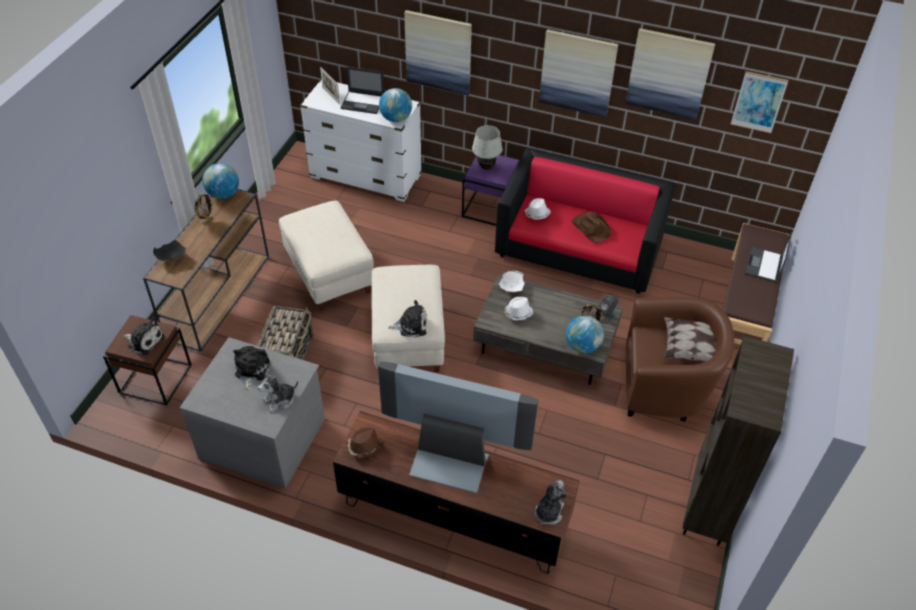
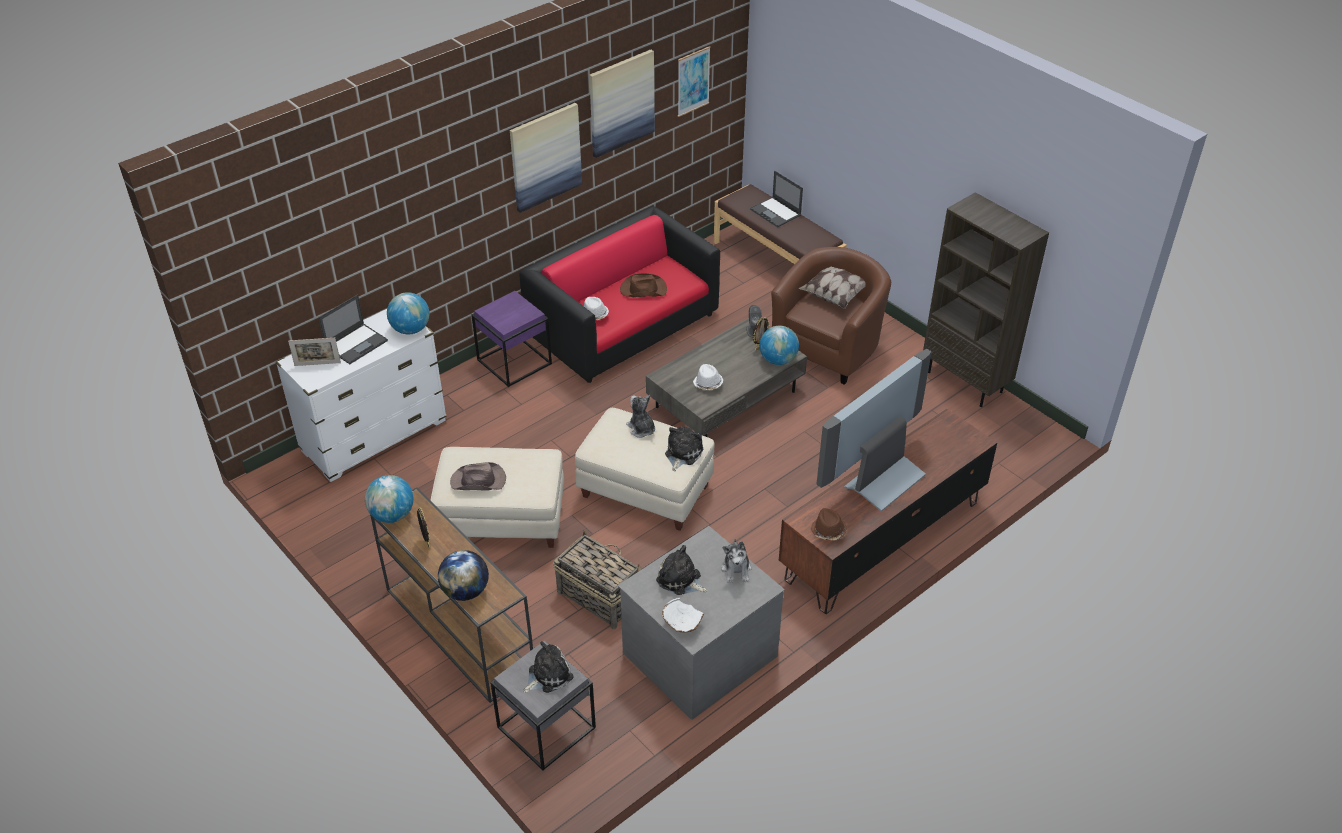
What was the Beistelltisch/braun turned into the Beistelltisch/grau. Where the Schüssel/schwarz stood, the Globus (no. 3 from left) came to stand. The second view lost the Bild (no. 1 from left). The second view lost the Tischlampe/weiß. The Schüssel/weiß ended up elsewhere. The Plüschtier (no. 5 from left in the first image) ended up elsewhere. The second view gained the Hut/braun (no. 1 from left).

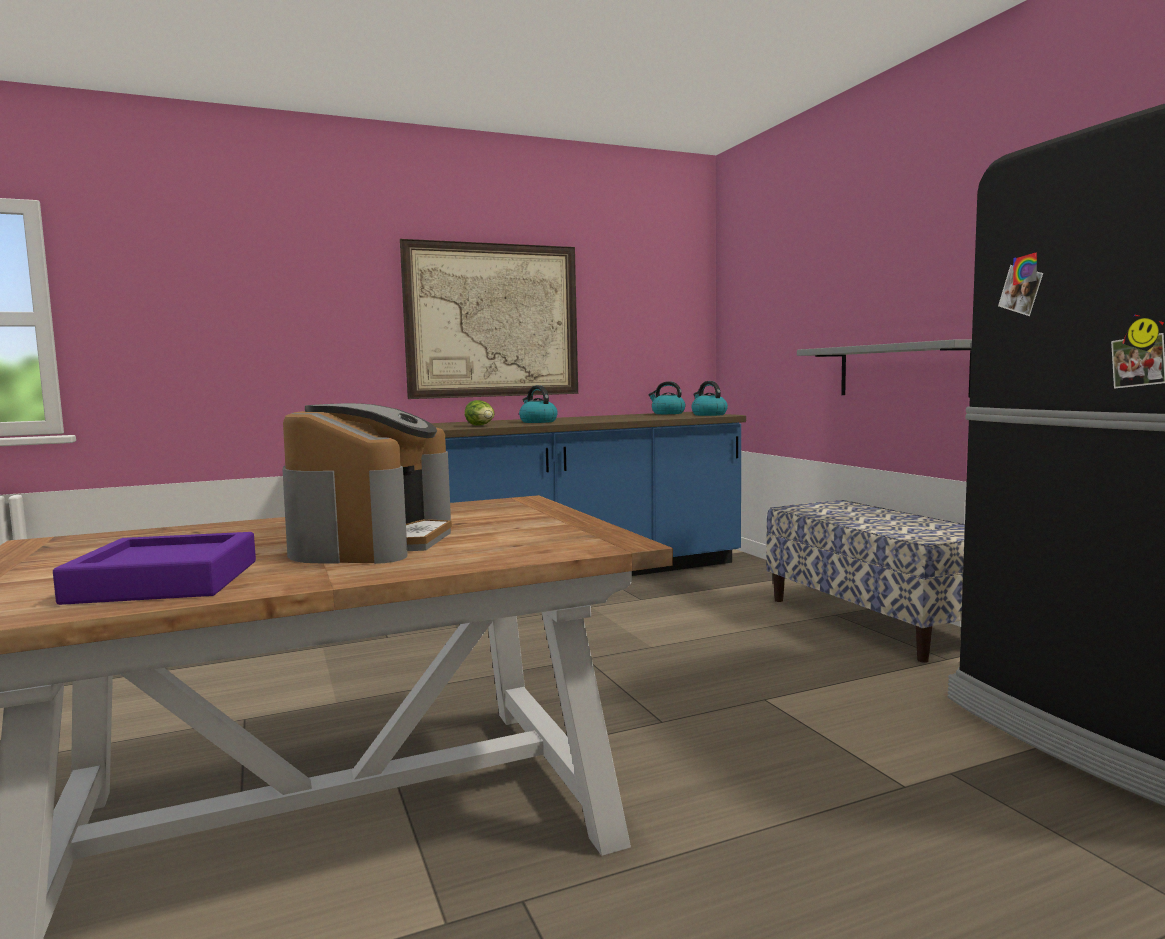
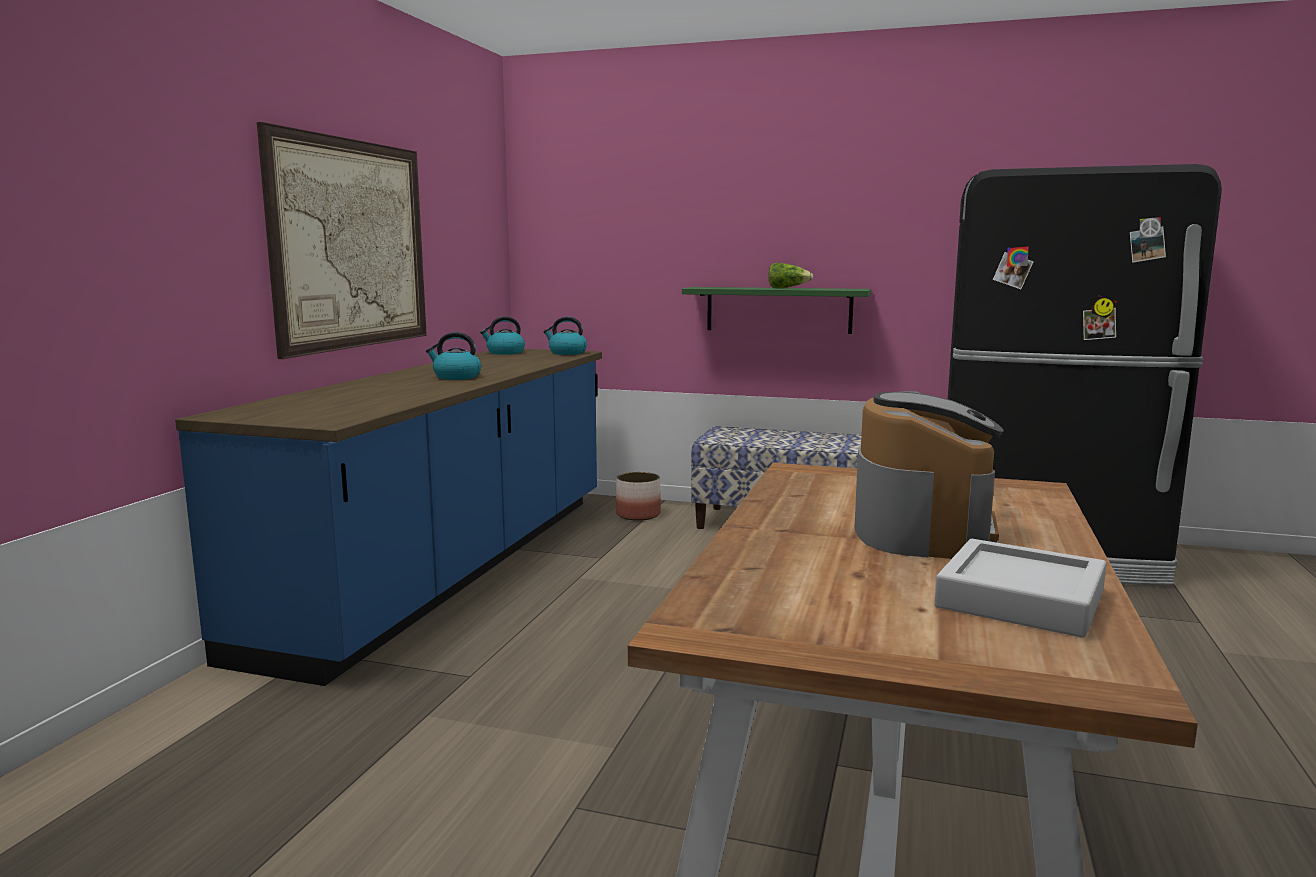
What was the Tablett/lila turned into the Tablett/grau. The Kaffeemaschine ended up facing another way, 60 degrees clockwise from before. The Salatkopf ended up elsewhere. What was the Wandregal/grau turned into the Wandregal/grün. The second view gained the Pflanzkübel.

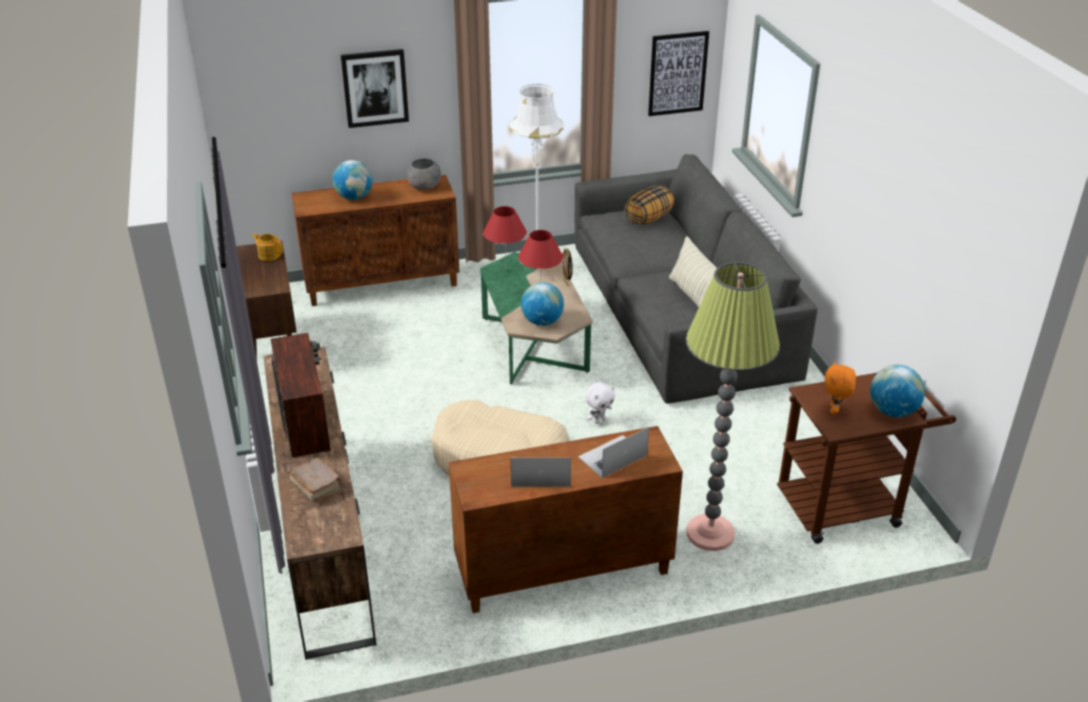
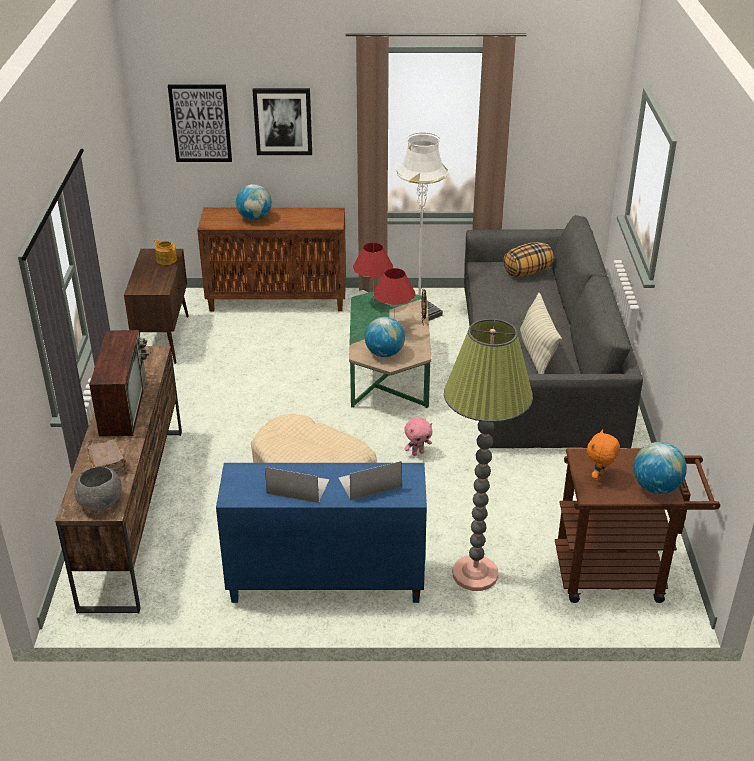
The Schüssel/grau ended up elsewhere. What was the Schrank/braun (no. 3 from left) turned into the Schrank/blau. What was the Plüschtier/weiß turned into the Plüschtier/rosa. The Bild (no. 2 from left in the first image) ended up elsewhere.

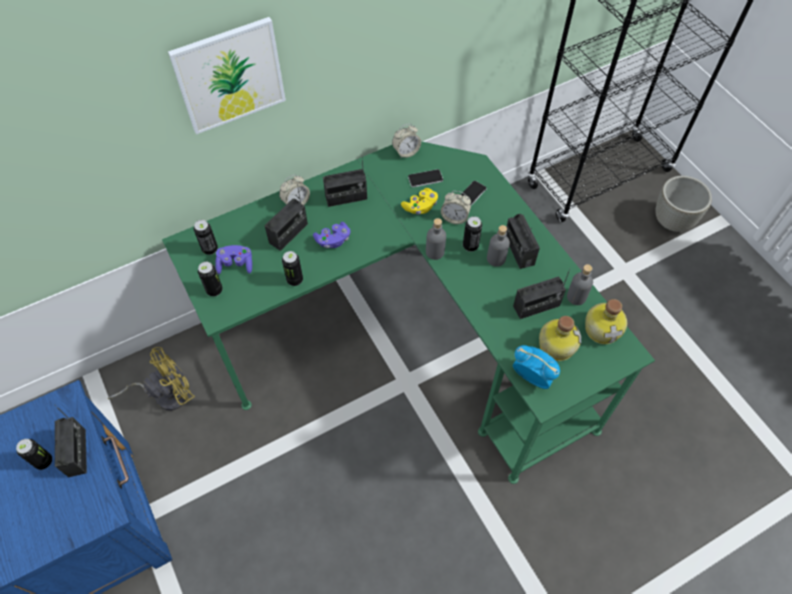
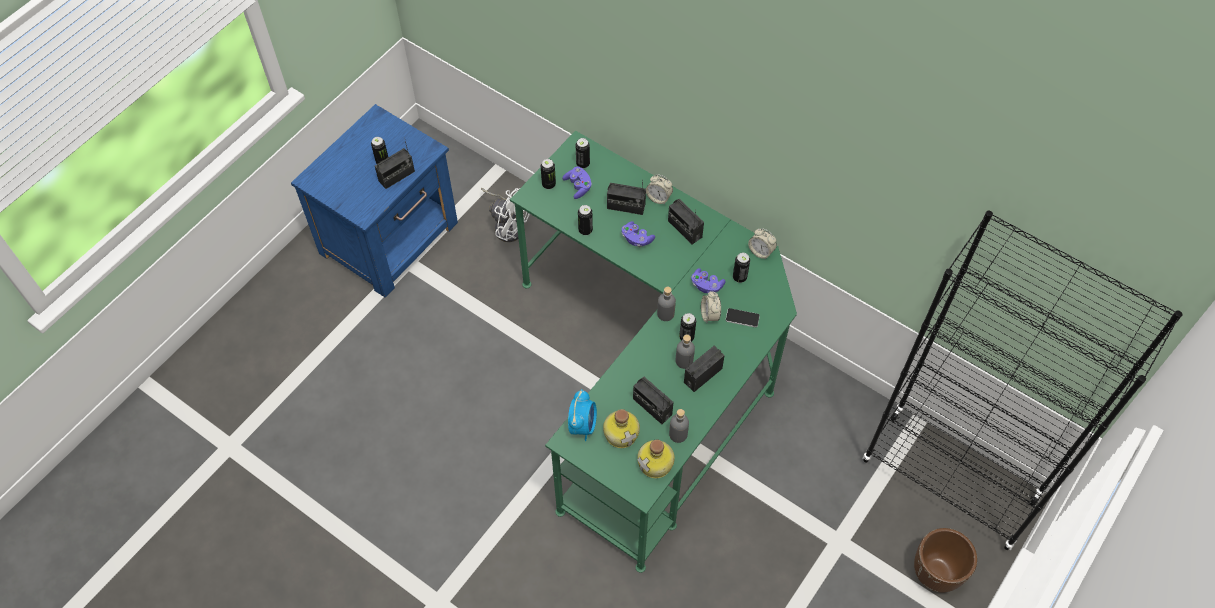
What was the Ventilator/gelb turned into the Ventilator/weiß. The second view lost the Bild. What was the Gamepad/gelb turned into the Gamepad/lila (no. 3 from left). Where the Handy (no. 1 from left) stood, the Dose (no. 6 from left) came to stand. What was the Pflanzkübel/grau turned into the Pflanzkübel/braun.

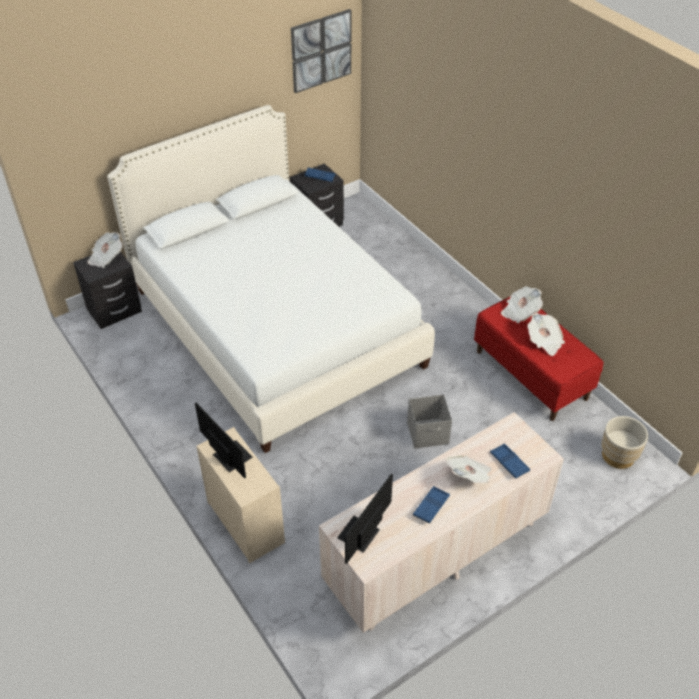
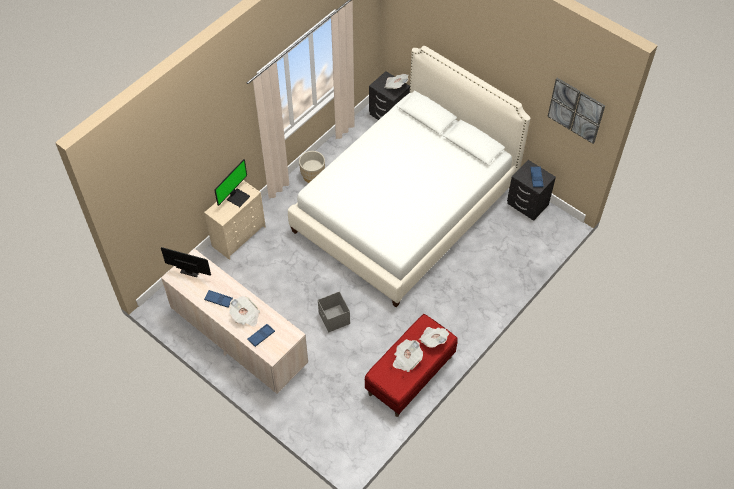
The Pflanzkübel/beige ended up elsewhere.

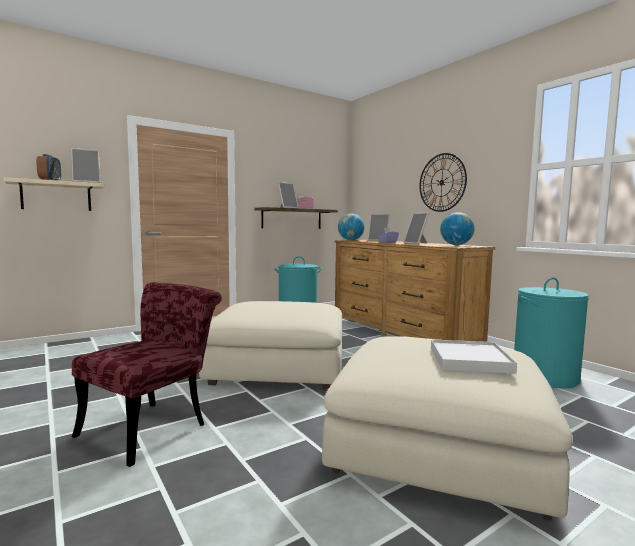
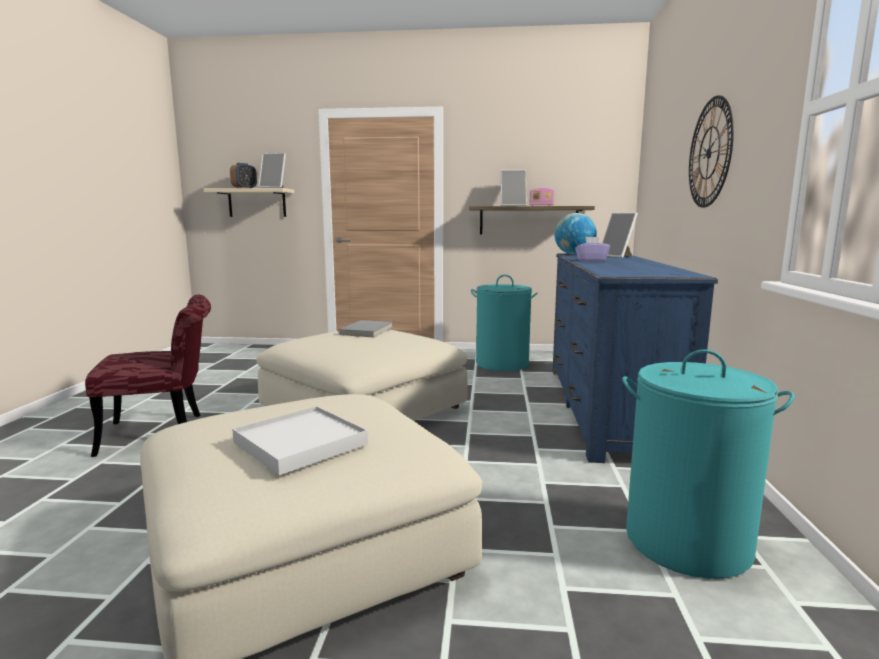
What was the Kommode/braun turned into the Kommode/blau. The second view lost the Bilderrahmen (no. 4 from left). The second view lost the Globus (no. 2 from left). The second view gained the Buch/grau.

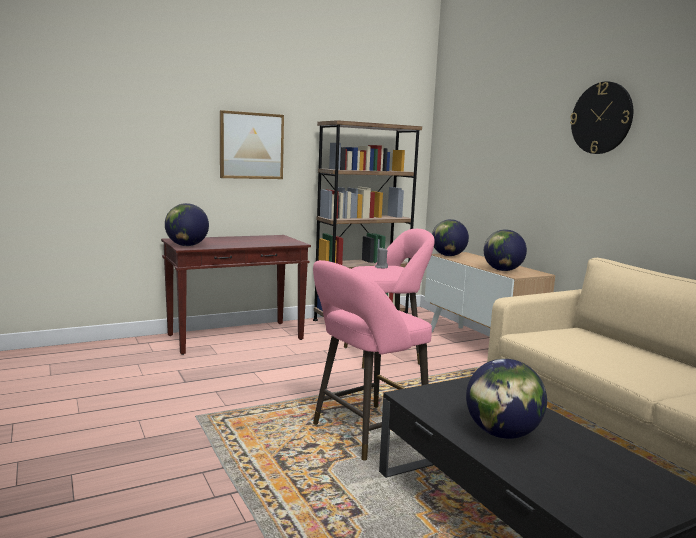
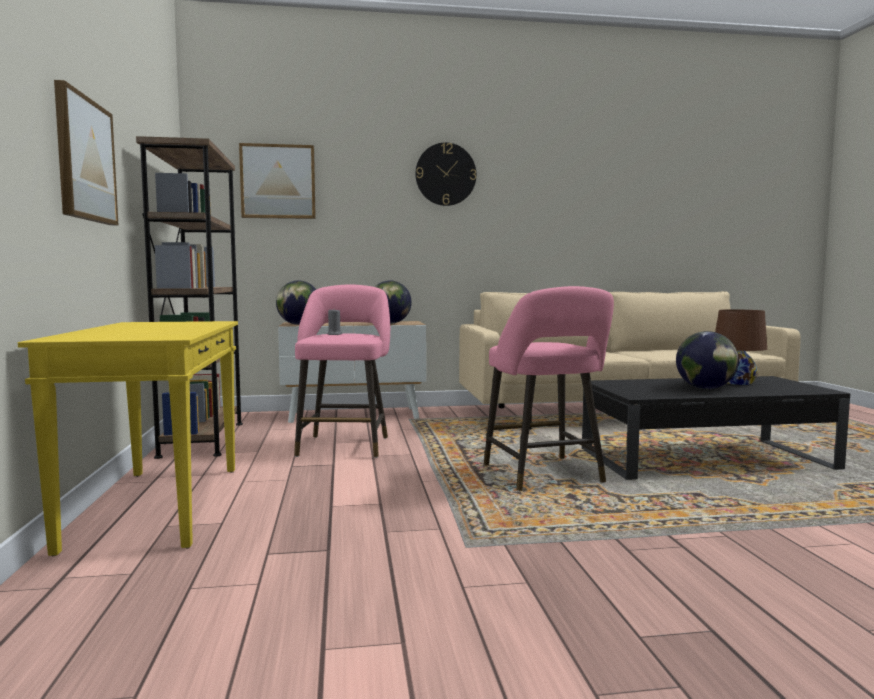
What was the Konsolentisch/braun turned into the Konsolentisch/gelb. The second view lost the Globus (no. 1 from left). The second view gained the Bild (no. 2 from left). The second view gained the Tischlampe/braun.

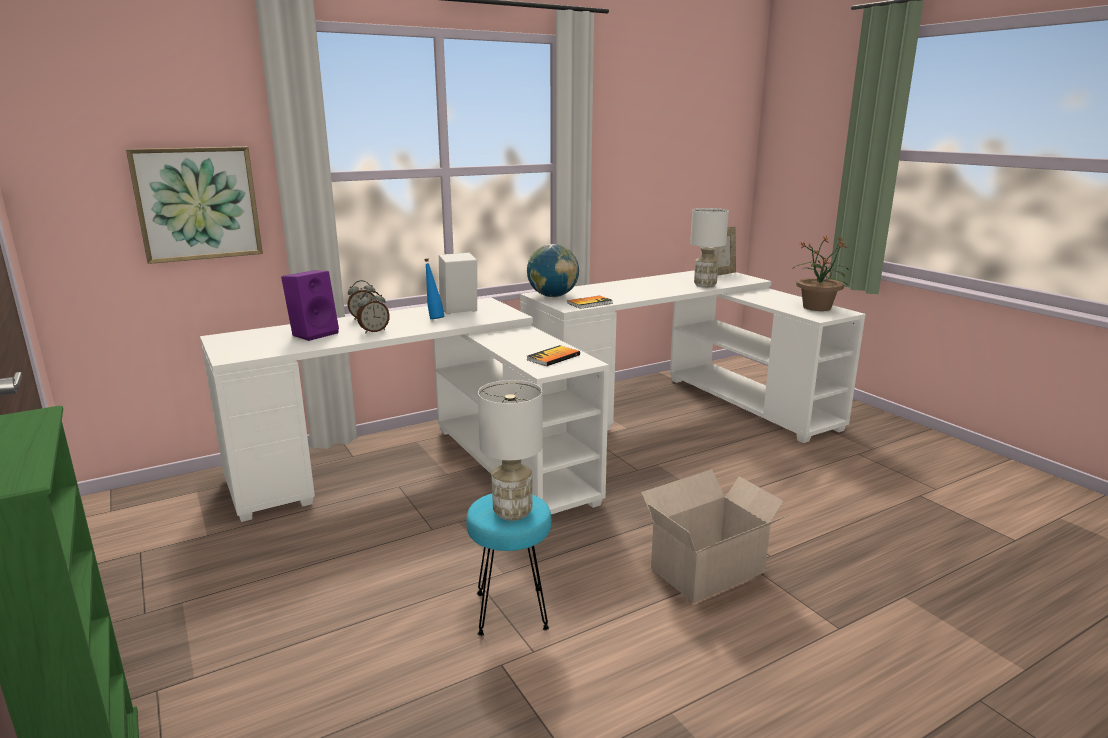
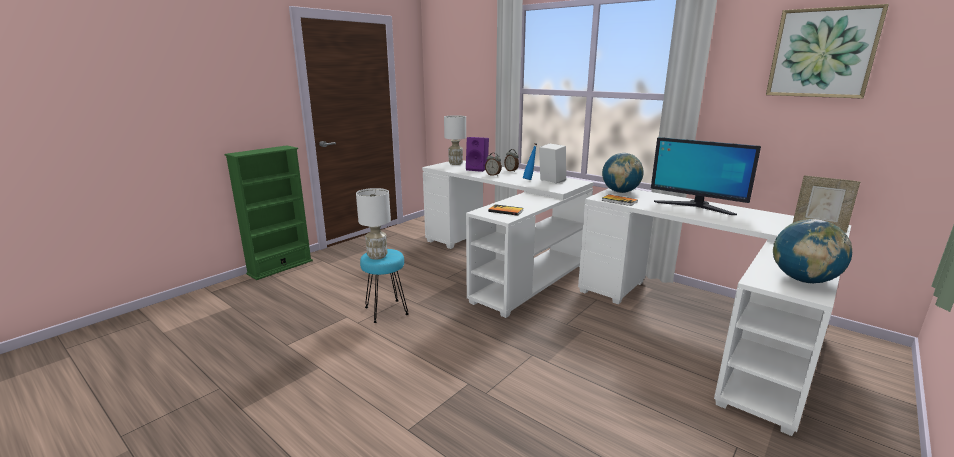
The Bild ended up elsewhere. The second view lost the Karton. The Tischlampe/weiß (no. 2 from left) ended up elsewhere. Where the Topfpflanze stood, the Globus (no. 2 from left) came to stand. The second view gained the Monitor.

